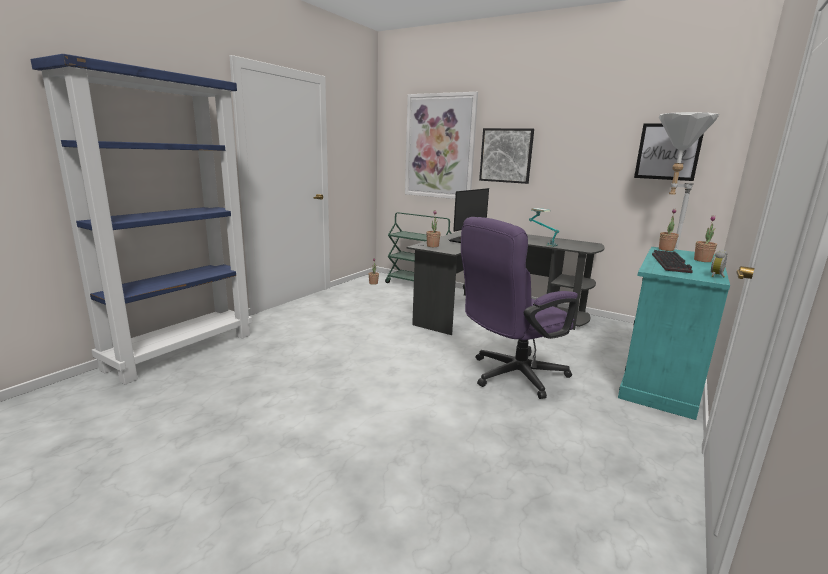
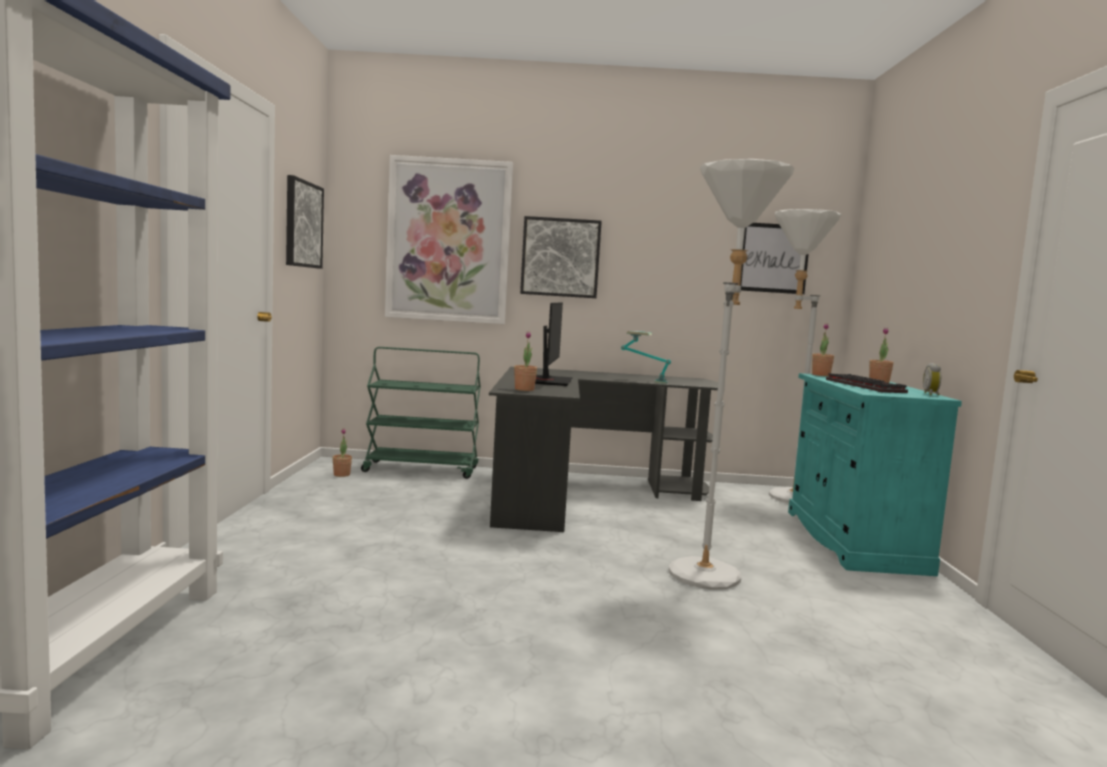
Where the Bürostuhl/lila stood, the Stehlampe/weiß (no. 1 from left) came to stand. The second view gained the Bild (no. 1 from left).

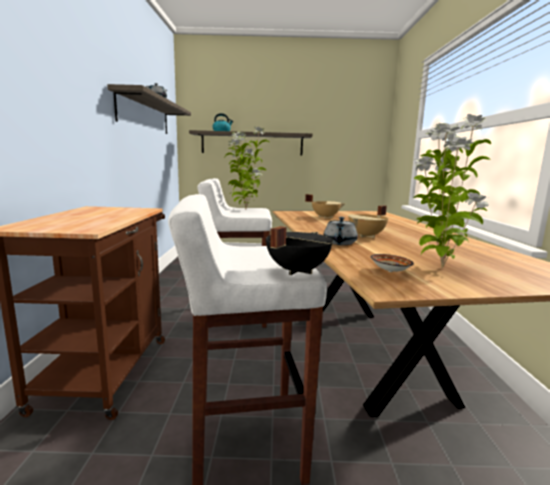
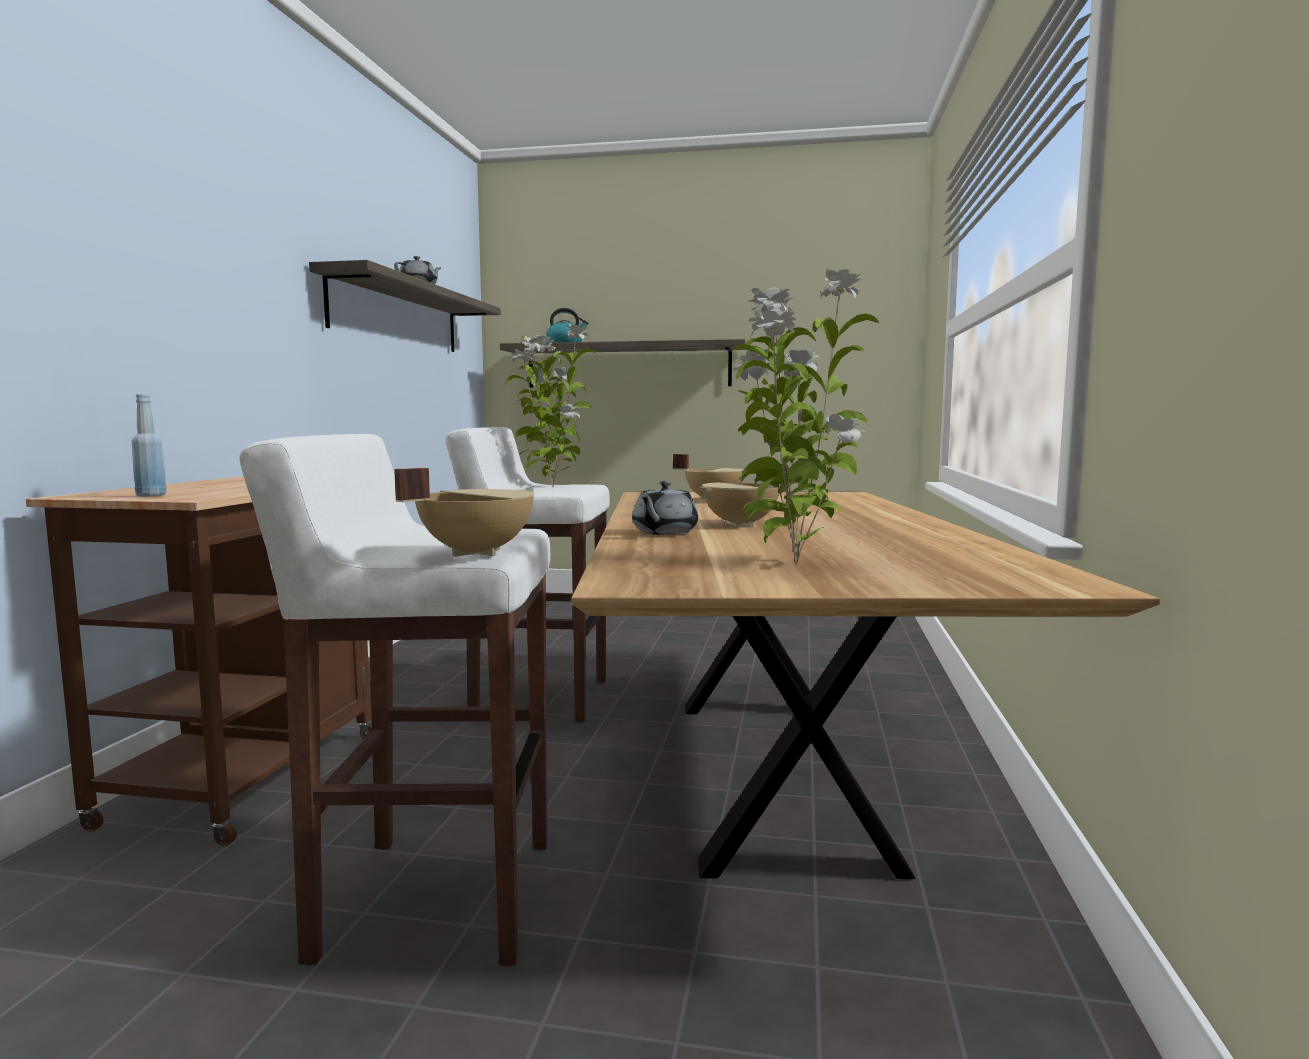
What was the Kochtopf/schwarz turned into the Kochtopf/beige (no. 1 from left). The second view lost the Schüssel. The second view gained the Flasche/blau.

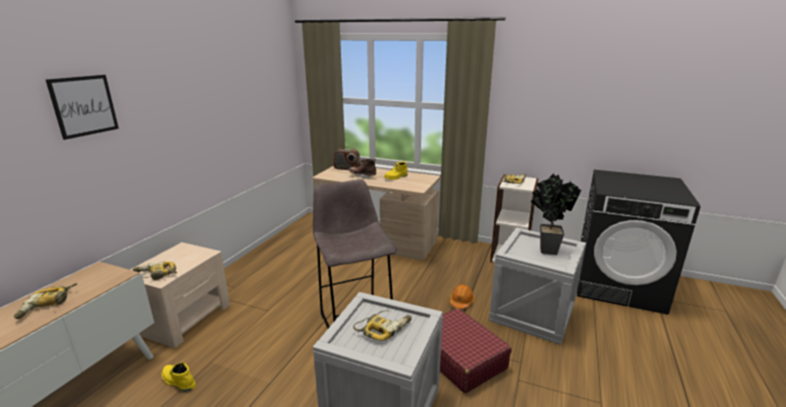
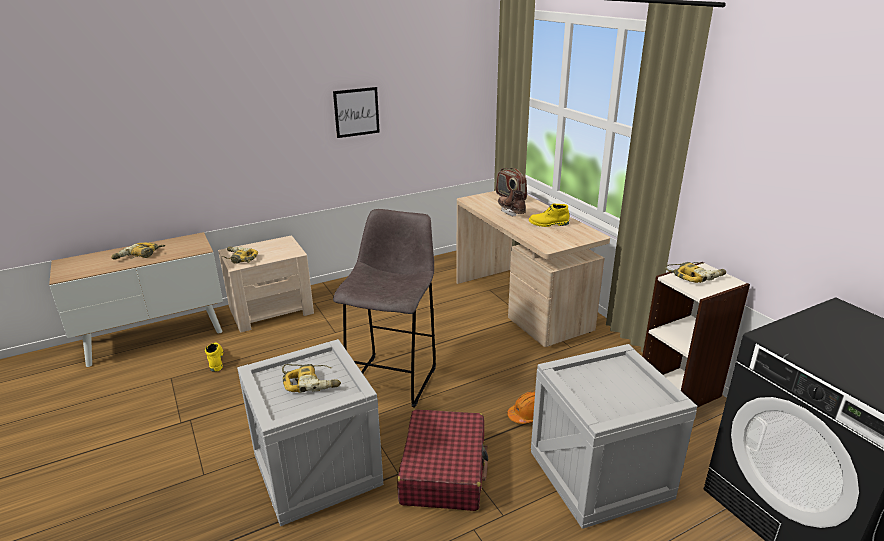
The Bild ended up elsewhere. The second view lost the Topfpflanze.

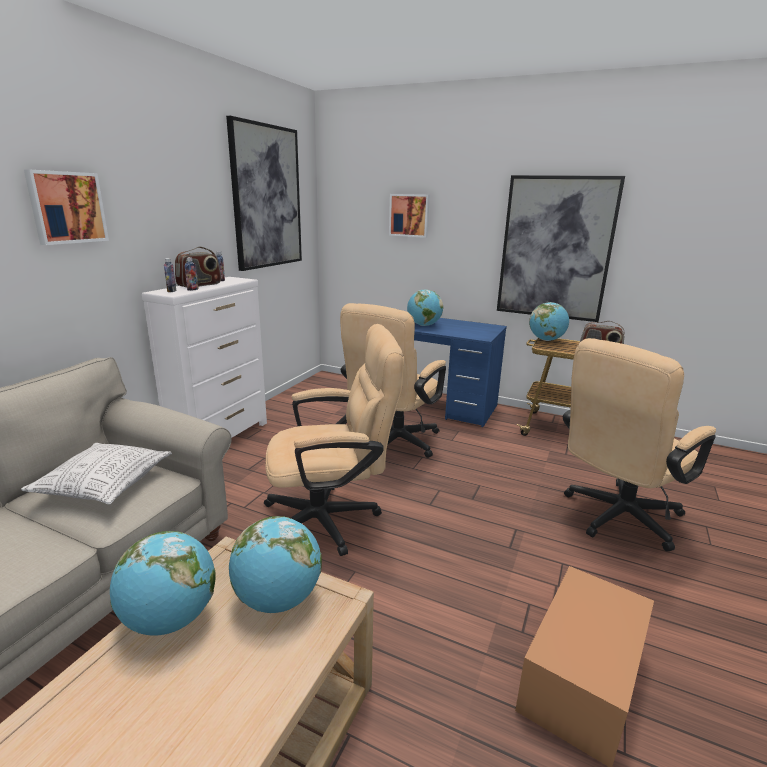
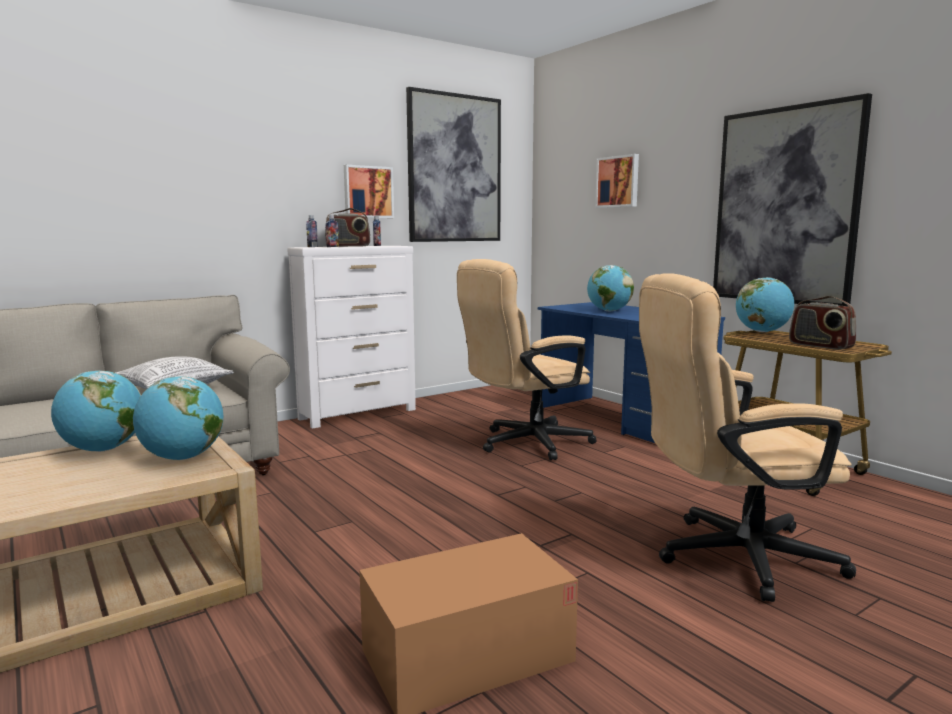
The Bild (no. 1 from left) ended up elsewhere. The second view lost the Bürostuhl/beige (no. 1 from left).

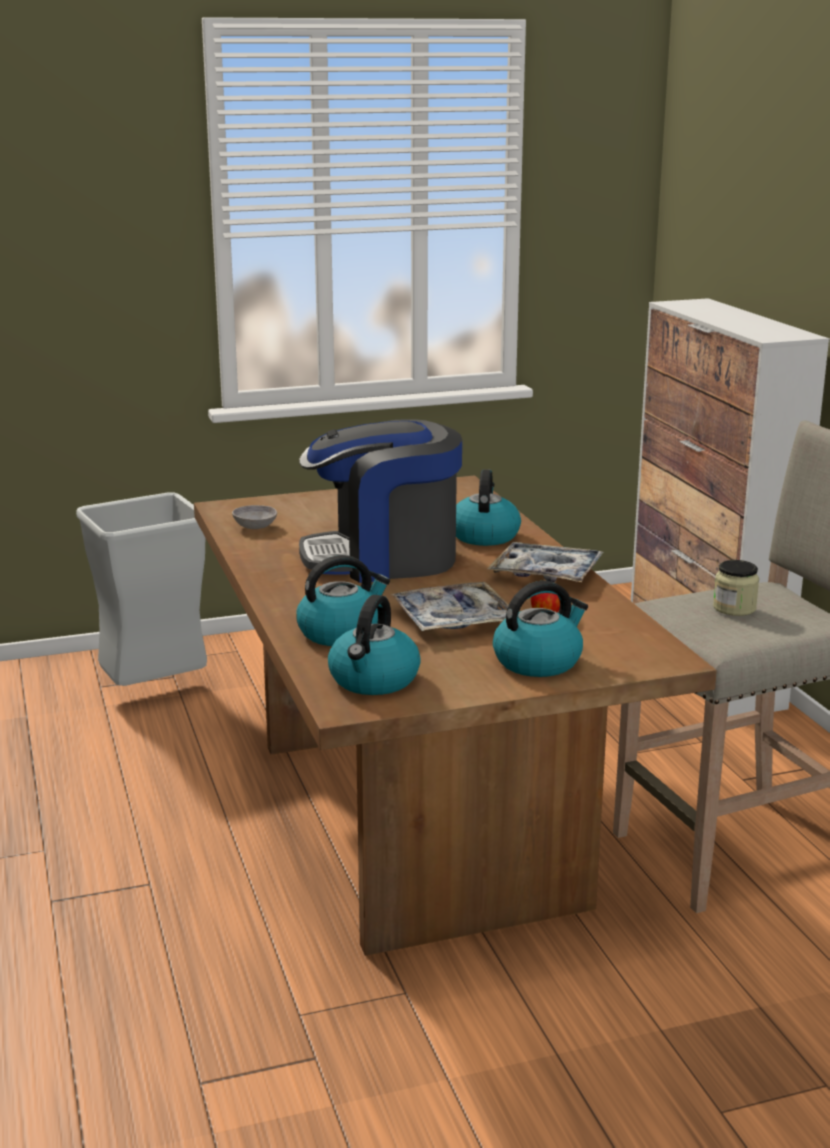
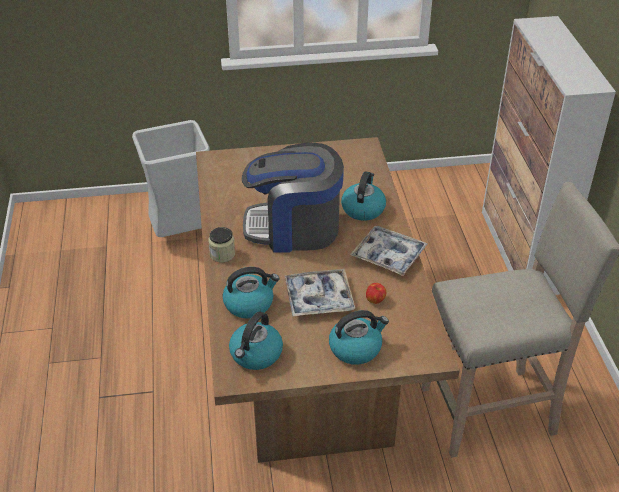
The second view lost the Schüssel/grau. The Vorratsglas ended up elsewhere.

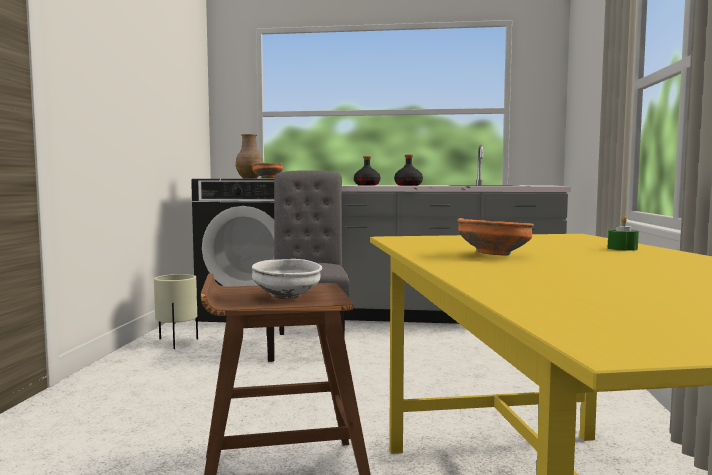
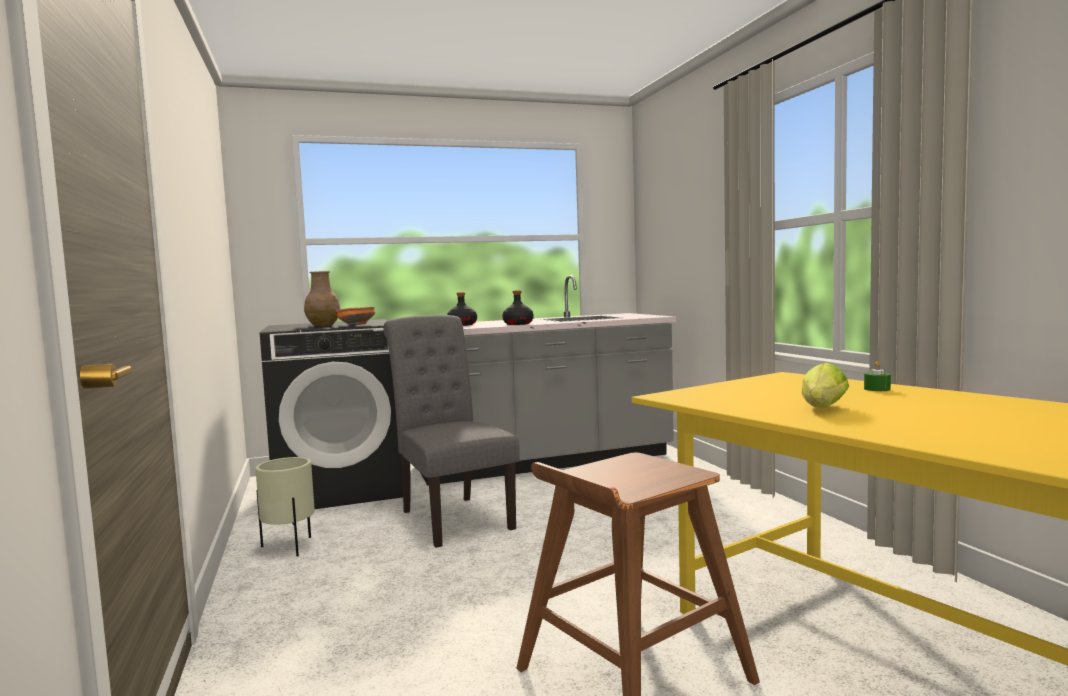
The second view lost the Schüssel/weiß. Where the Schüssel/orange (no. 2 from left) stood, the Salatkopf came to stand.

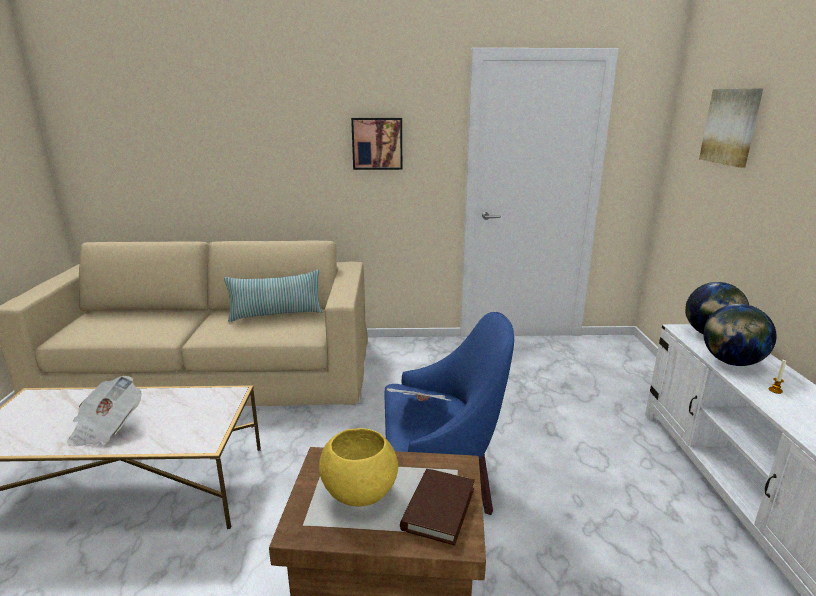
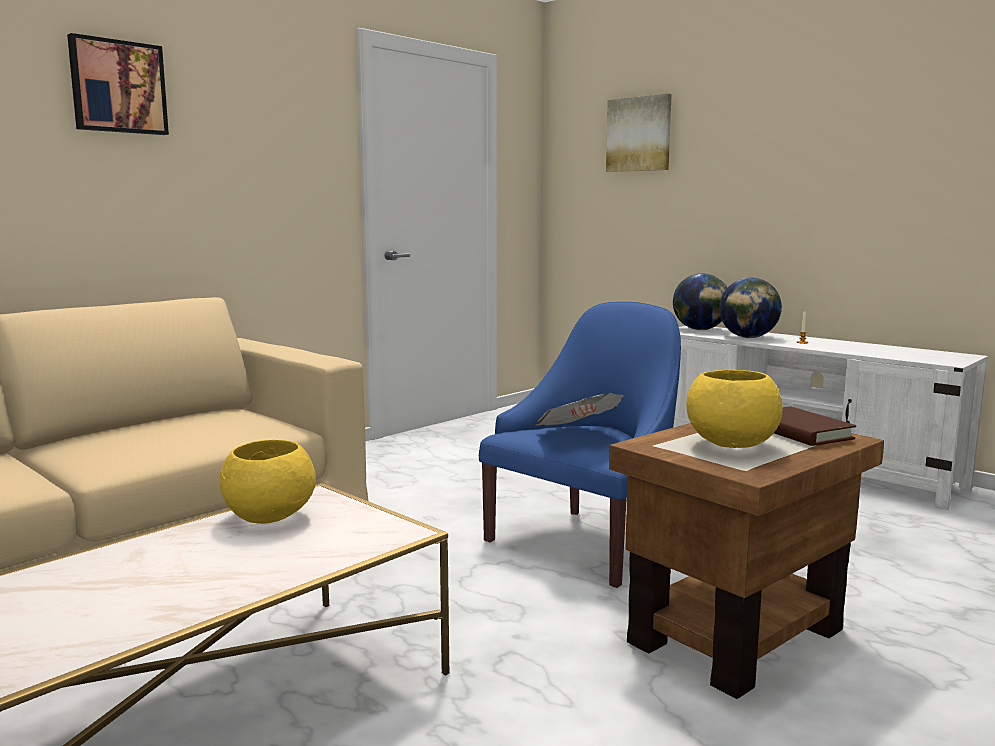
The second view lost the Zeitung (no. 1 from left). The second view lost the Kissen. The Bild (no. 1 from left) ended up elsewhere. The second view gained the Schüssel/gelb (no. 1 from left).

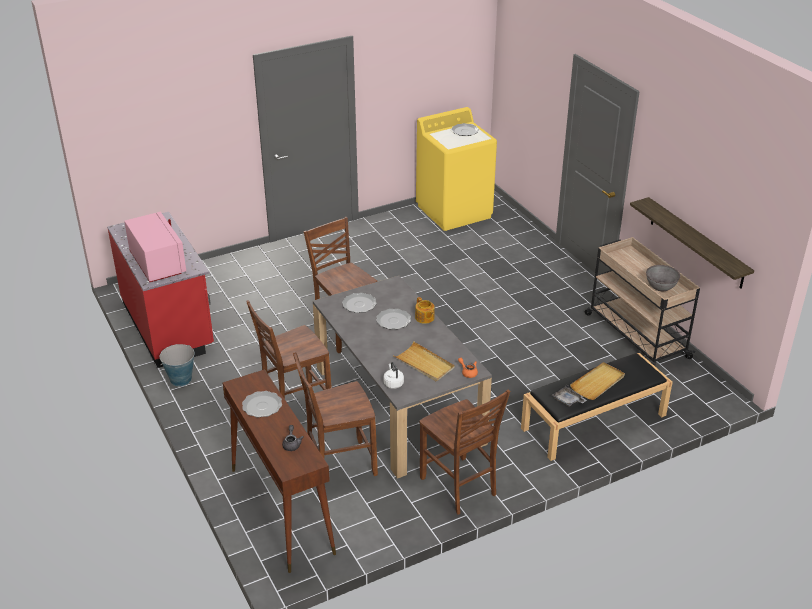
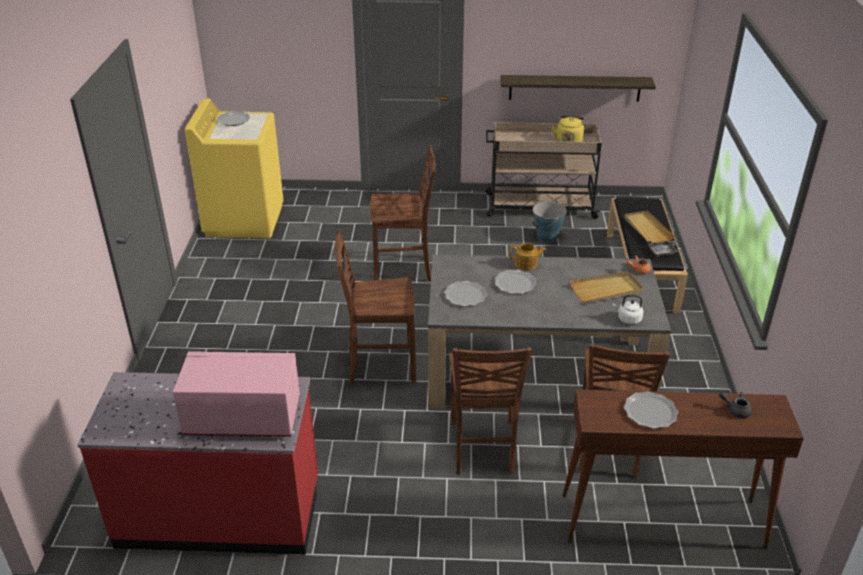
The Eimer ended up elsewhere. The Stuhl/braun (no. 4 from left in the first image) ended up elsewhere. Where the Schüssel/grau stood, the Wasserkessel/gelb came to stand.

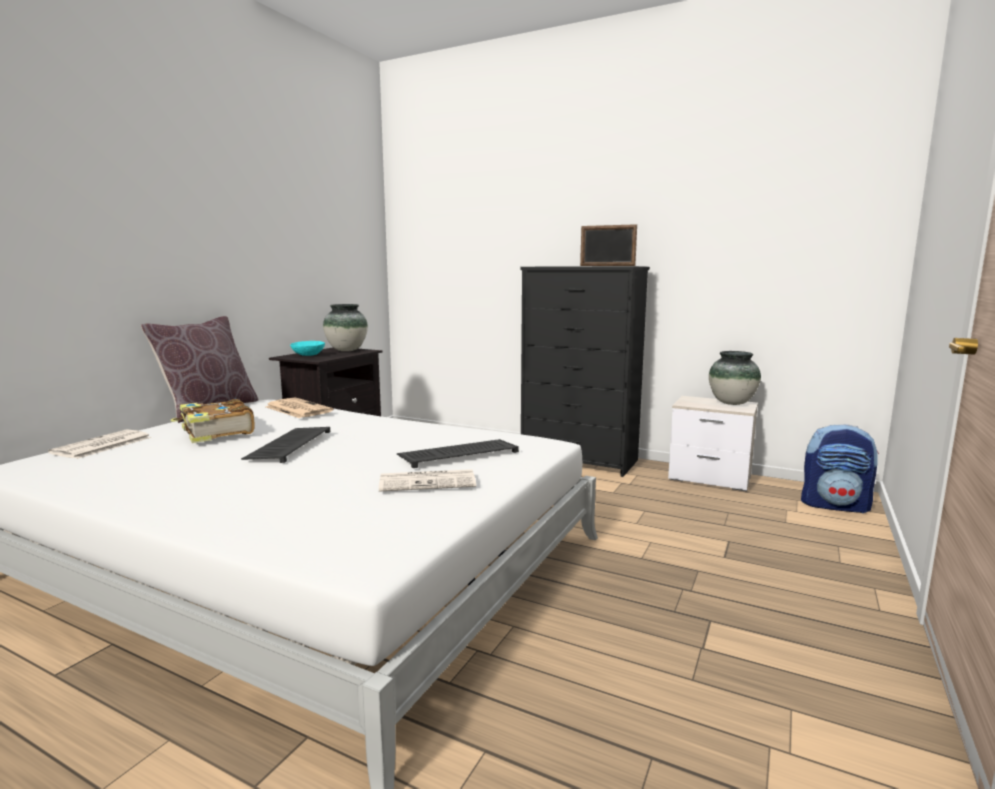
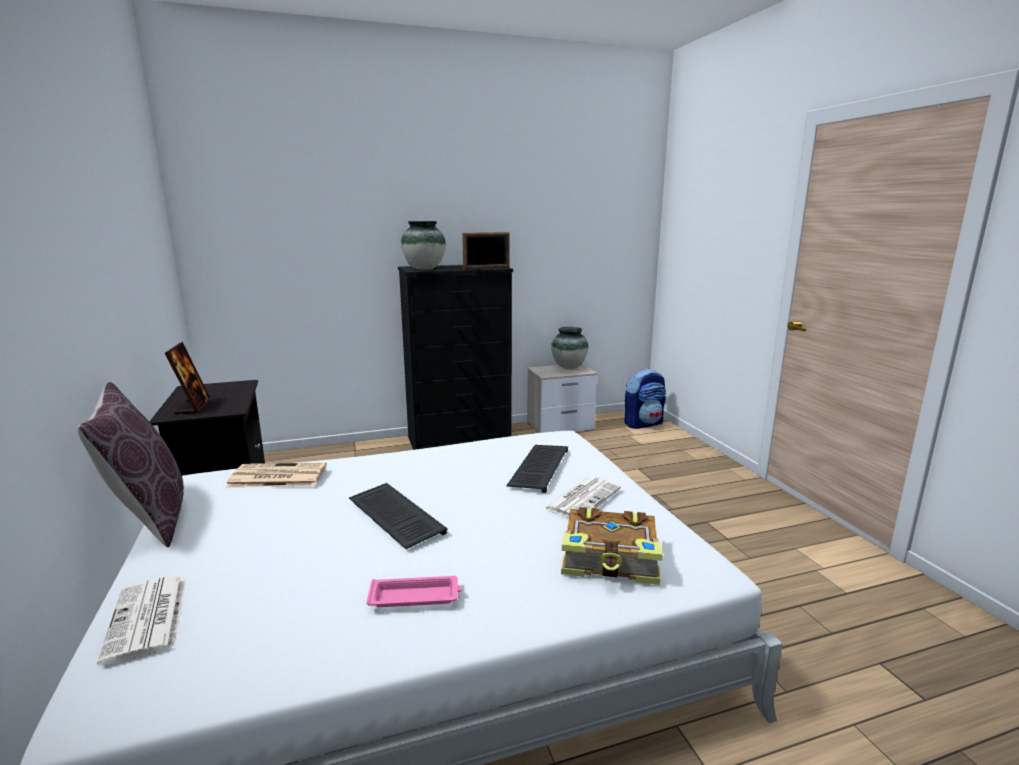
The Buch ended up elsewhere. Where the Schüssel/türkis stood, the Bilderrahmen (no. 1 from left) came to stand. The Vase (no. 1 from left) ended up elsewhere. The second view gained the Tablett/rosa.

